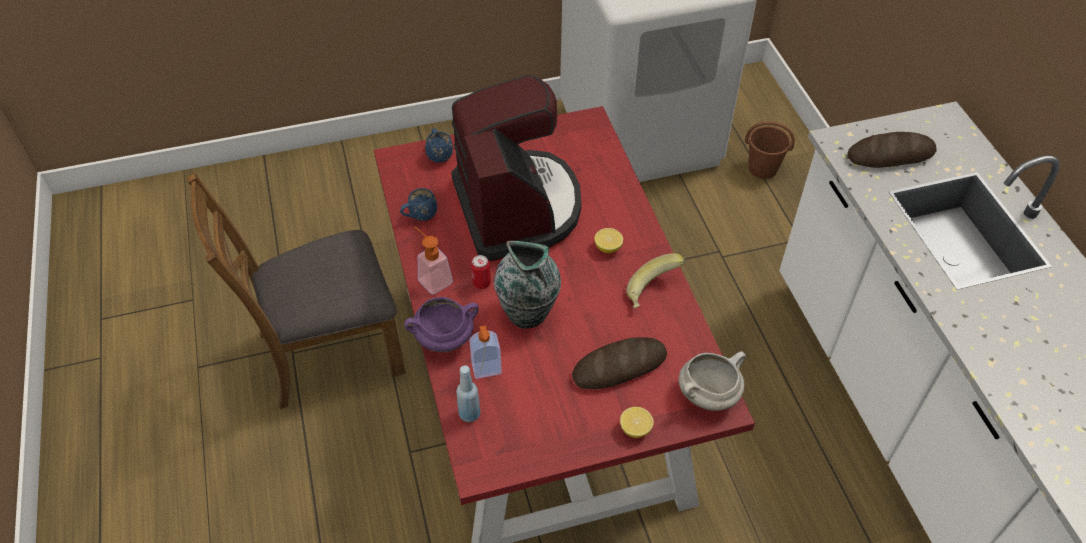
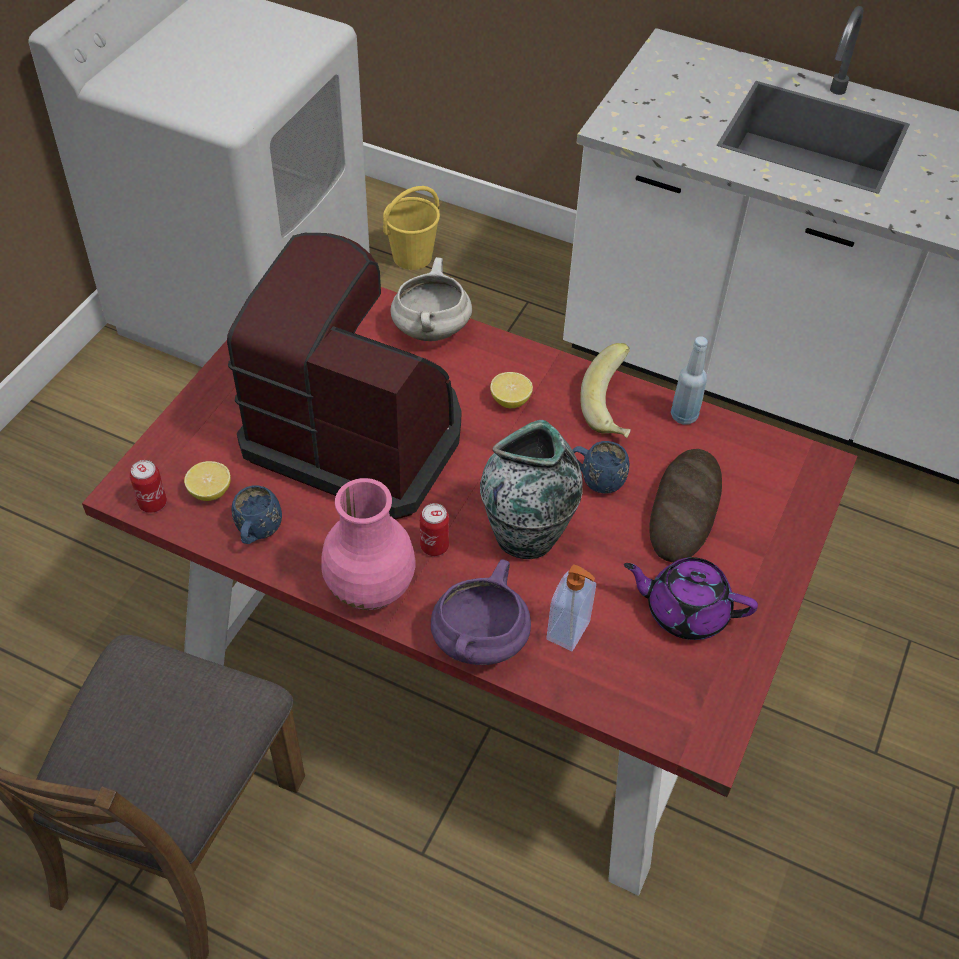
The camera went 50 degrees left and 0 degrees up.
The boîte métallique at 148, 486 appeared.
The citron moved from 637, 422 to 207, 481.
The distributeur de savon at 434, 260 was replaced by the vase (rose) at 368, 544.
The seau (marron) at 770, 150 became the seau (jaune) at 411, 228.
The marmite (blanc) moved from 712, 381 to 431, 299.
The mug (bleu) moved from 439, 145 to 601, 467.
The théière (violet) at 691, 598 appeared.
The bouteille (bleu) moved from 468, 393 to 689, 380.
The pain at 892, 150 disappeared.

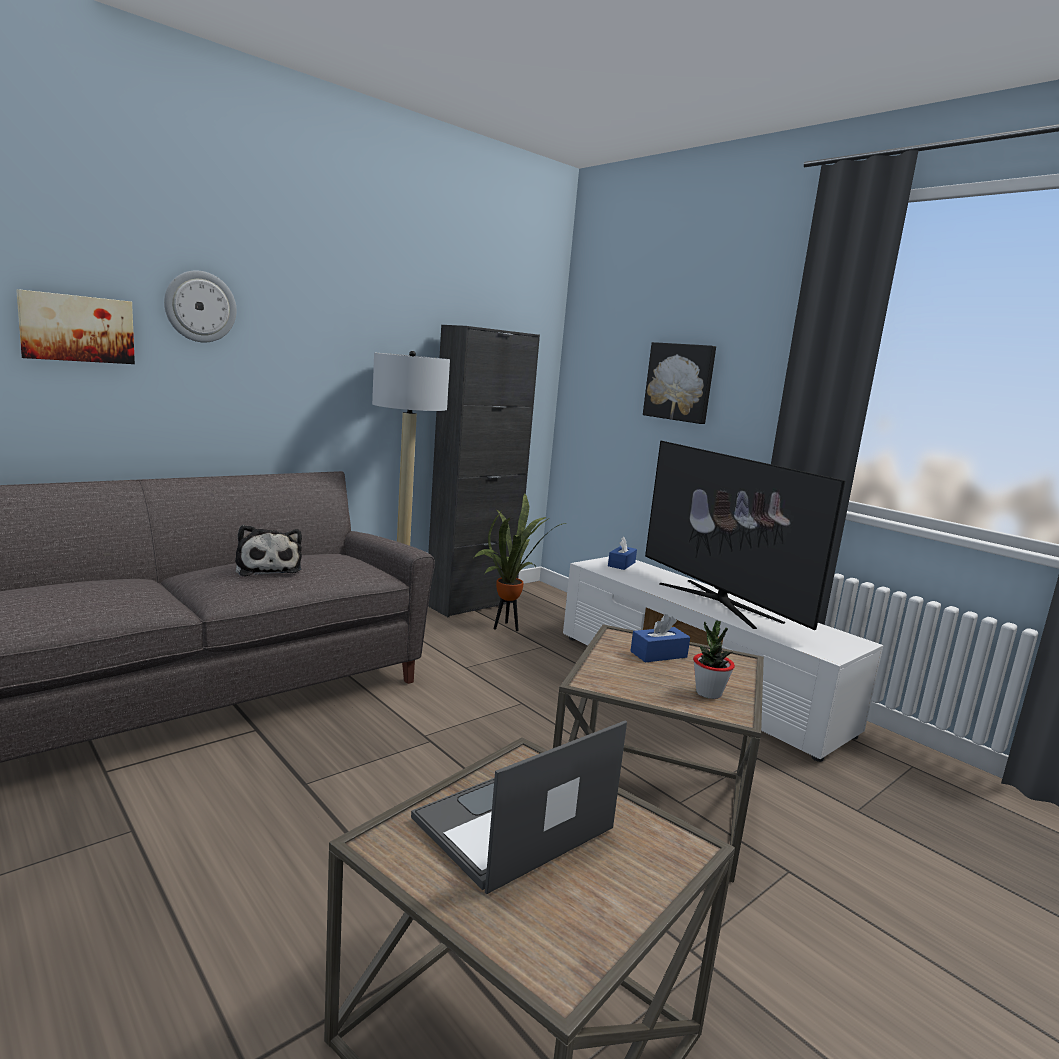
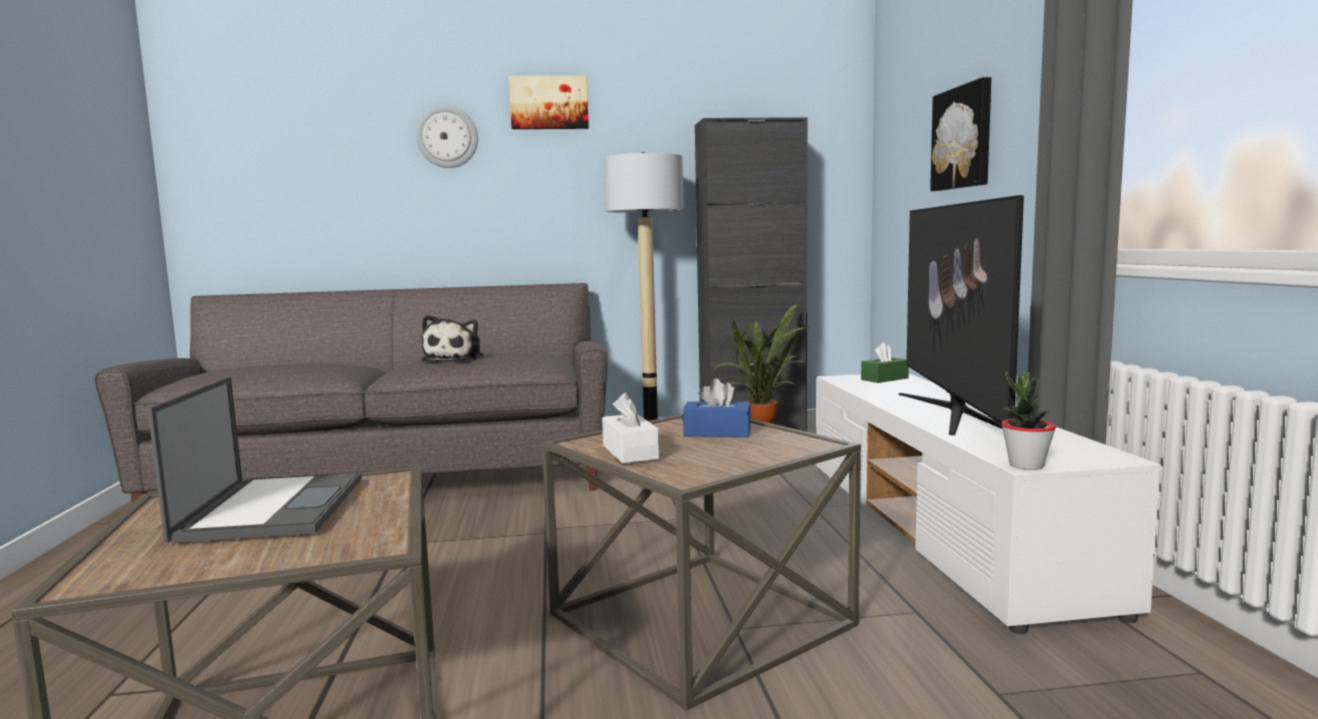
The camera went 35 degrees right and 5 degrees down.
The ordinateur portable at 519, 807 turned 90 degrees clockwise.
The tableau moved from 75, 326 to 549, 102.
The boîte à mouchoirs (blanc) at 630, 428 appeared.
The boîte à mouchoirs (bleu) at 622, 553 became the boîte à mouchoirs (vert) at 885, 362.
The plante en pot moved from 714, 659 to 1028, 421.

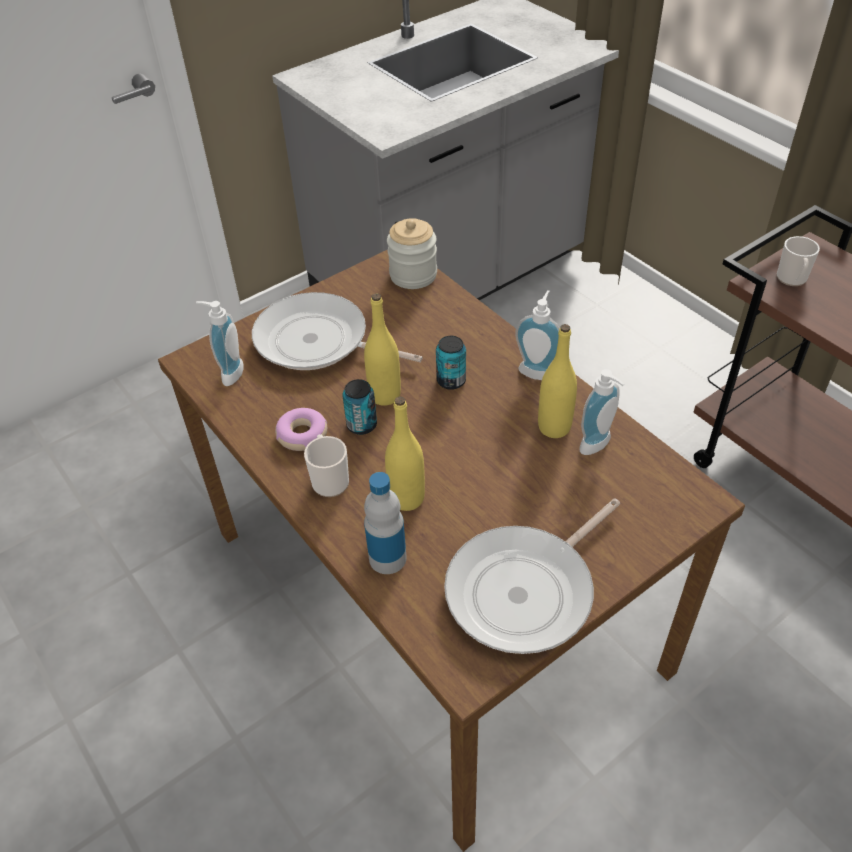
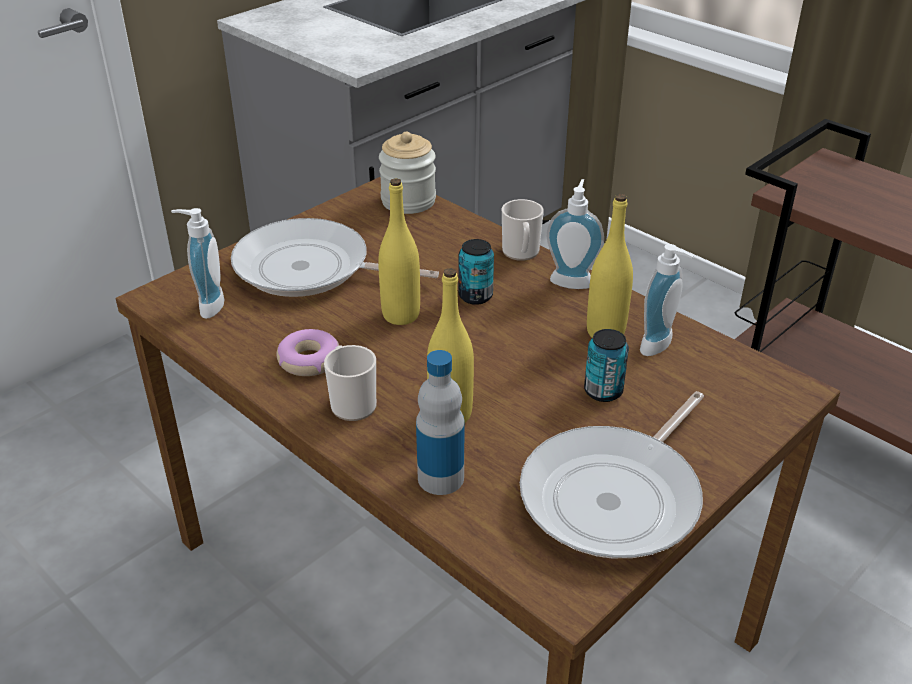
The camera went 10 degrees left and 10 degrees down.
The mug moved from 798, 261 to 523, 230.
The boîte métallique moved from 359, 407 to 606, 365.

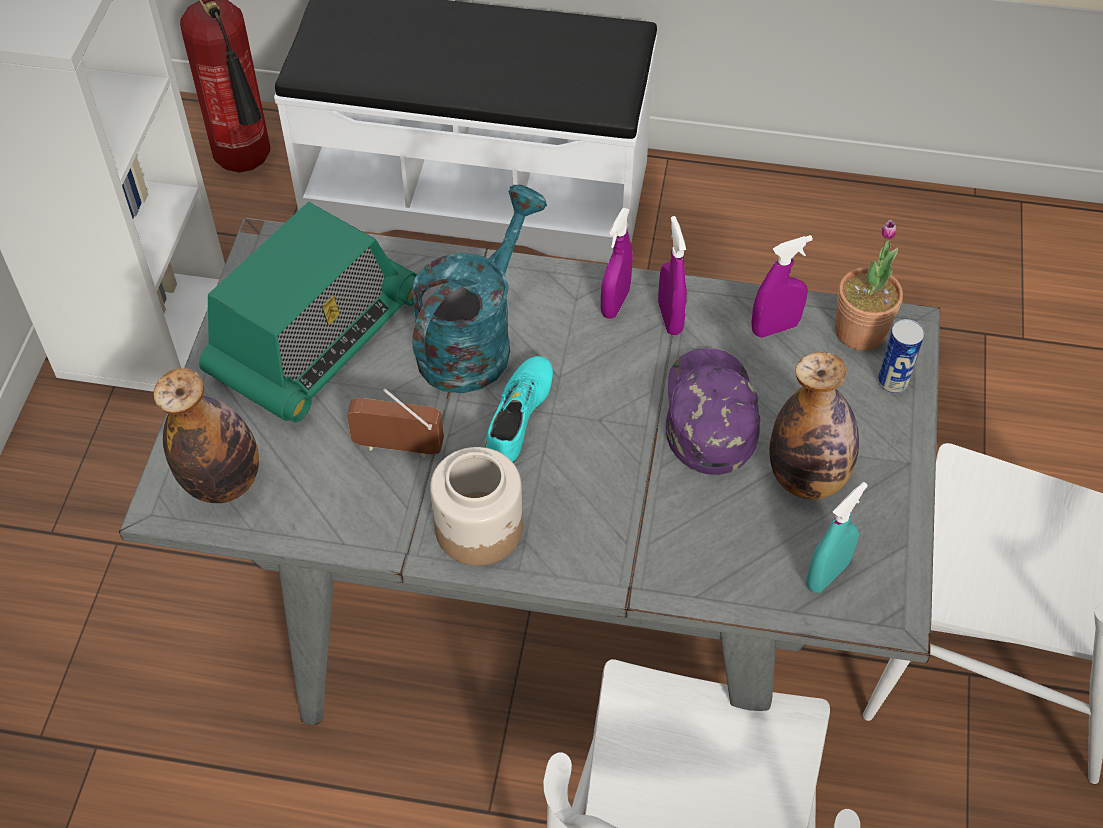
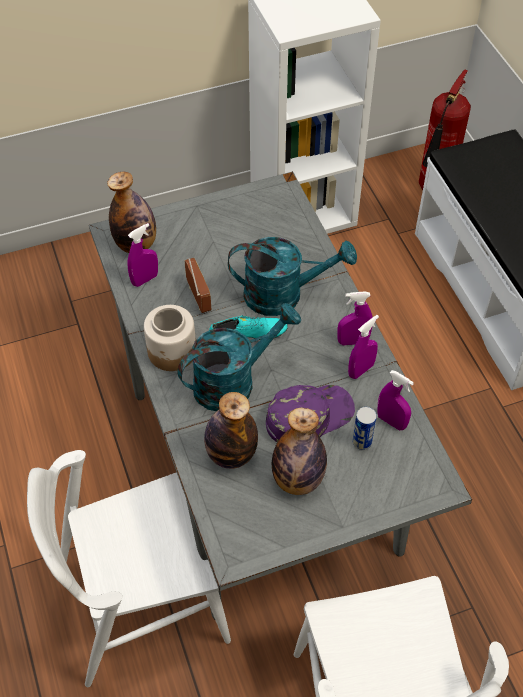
The camera went 60 degrees right and 0 degrees up.
The vaporisateur (violet) at 142, 255 appeared.
The arrosoir (turquoise) at 239, 357 appeared.
The bouteille at 231, 430 appeared.
The boîte métallique moved from 901, 356 to 365, 428.
The radio at 308, 312 disappeared.
The vaporisateur (turquoise) at 837, 537 disappeared.
The plante en pot at 869, 285 disappeared.

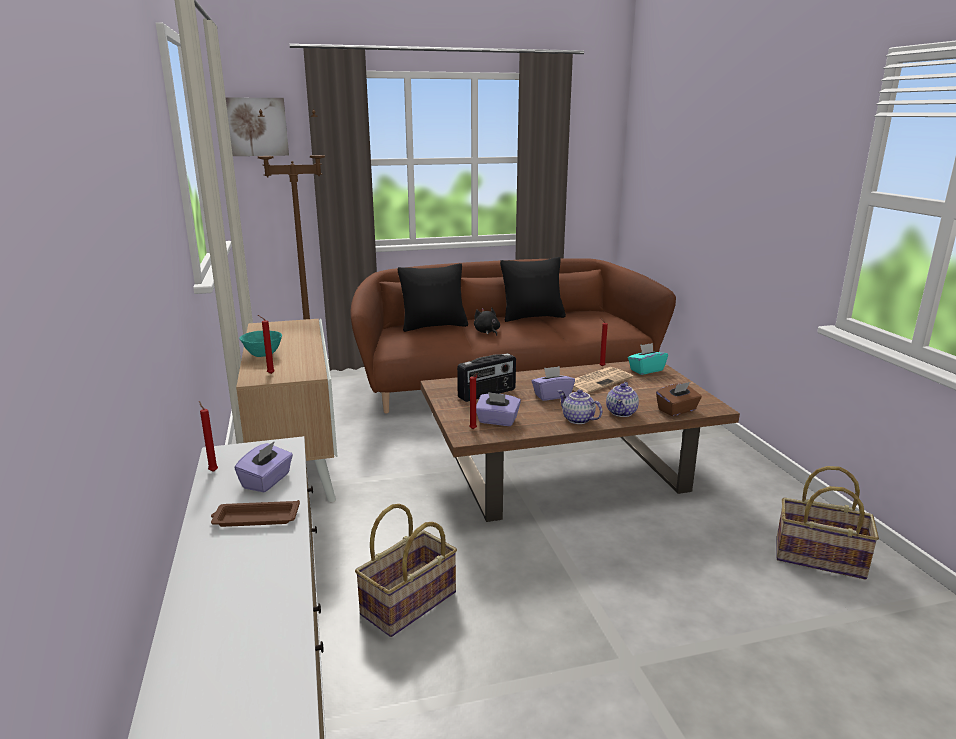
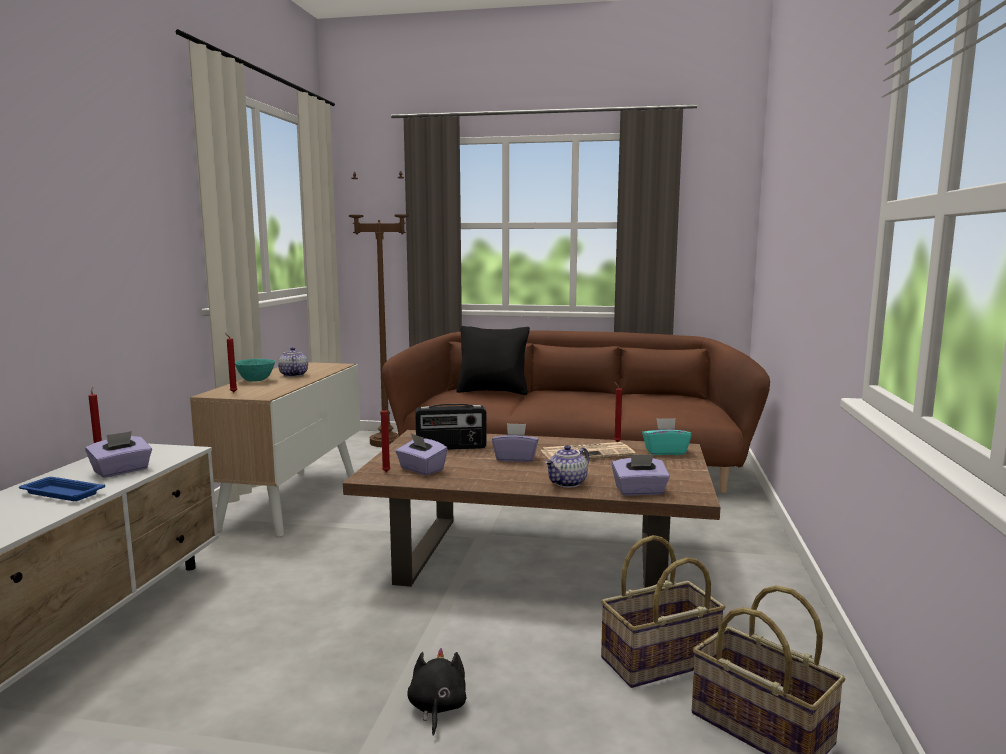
The camera went 25 degrees right and 10 degrees down.
The plateau (marron) at 255, 513 became the plateau (bleu) at 62, 489.
The théière moved from 580, 407 to 293, 362.
The peluche (noir) moved from 487, 321 to 436, 692.
The panier moved from 406, 570 to 663, 611.
The boîte à mouchoirs (marron) at 679, 399 became the boîte à mouchoirs (violet) at 641, 475.
The tableau at 257, 127 disappeared.
The coussin (noir) at 533, 289 disappeared.

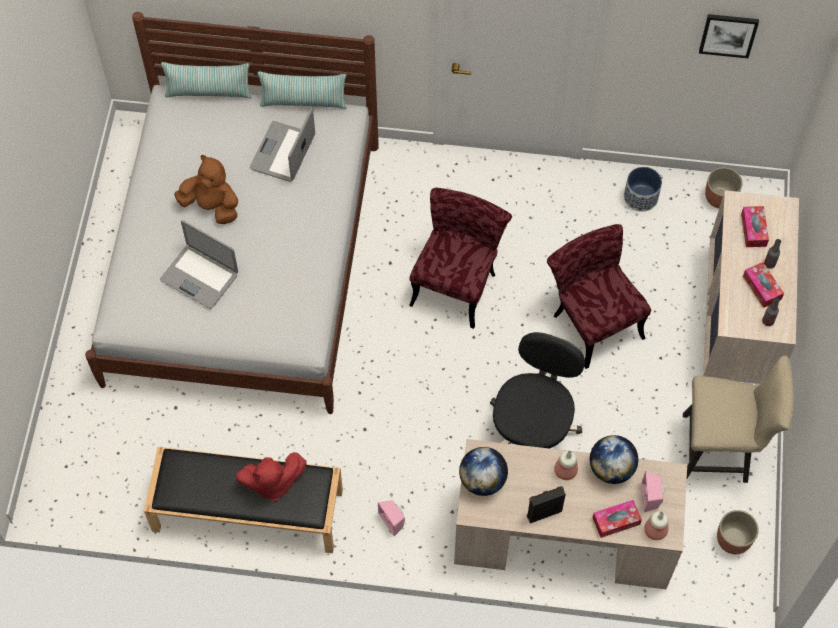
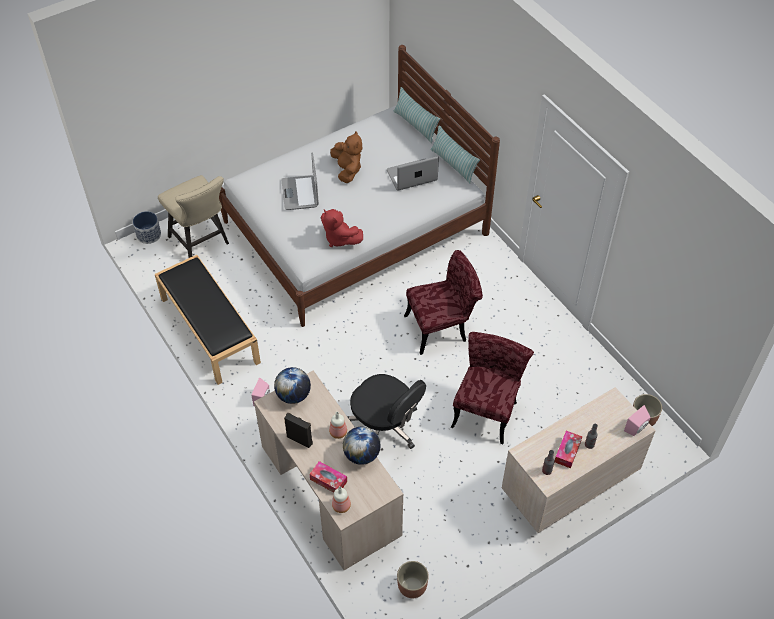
The camera went 50 degrees right and 10 degrees down.
The cache-pot moved from 643, 189 to 147, 227.
The chaise (beige) moved from 738, 419 to 193, 216.
The peluche (rouge) moved from 271, 477 to 342, 228.
The chaise de bureau (noir) at 537, 390 turned 60 degrees clockwise.
The enceinte (rose) moved from 653, 491 to 637, 420.
The tableau at 729, 36 disappeared.
The boîte à mouchoirs at 755, 226 disappeared.

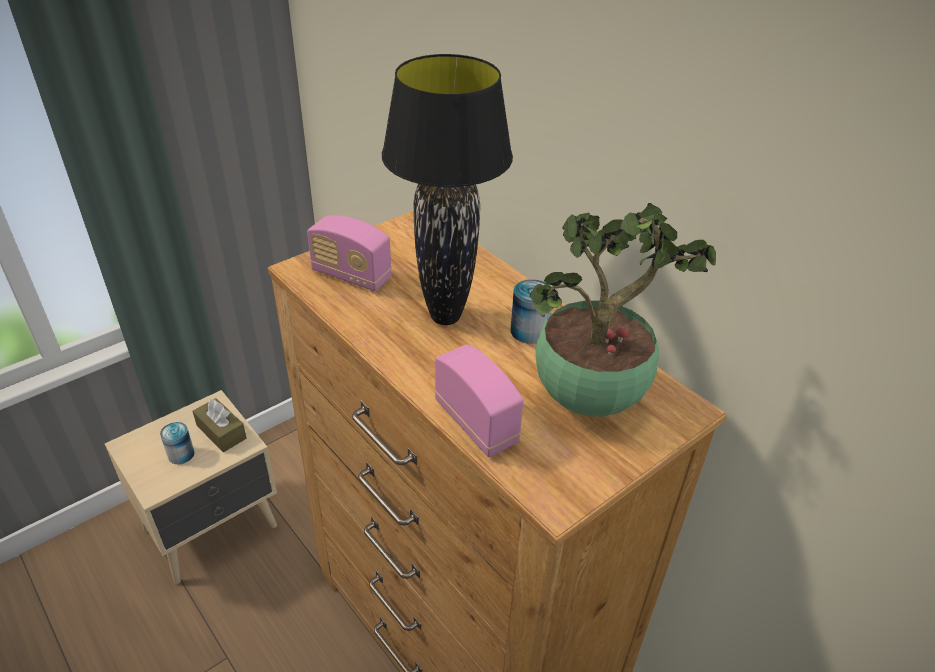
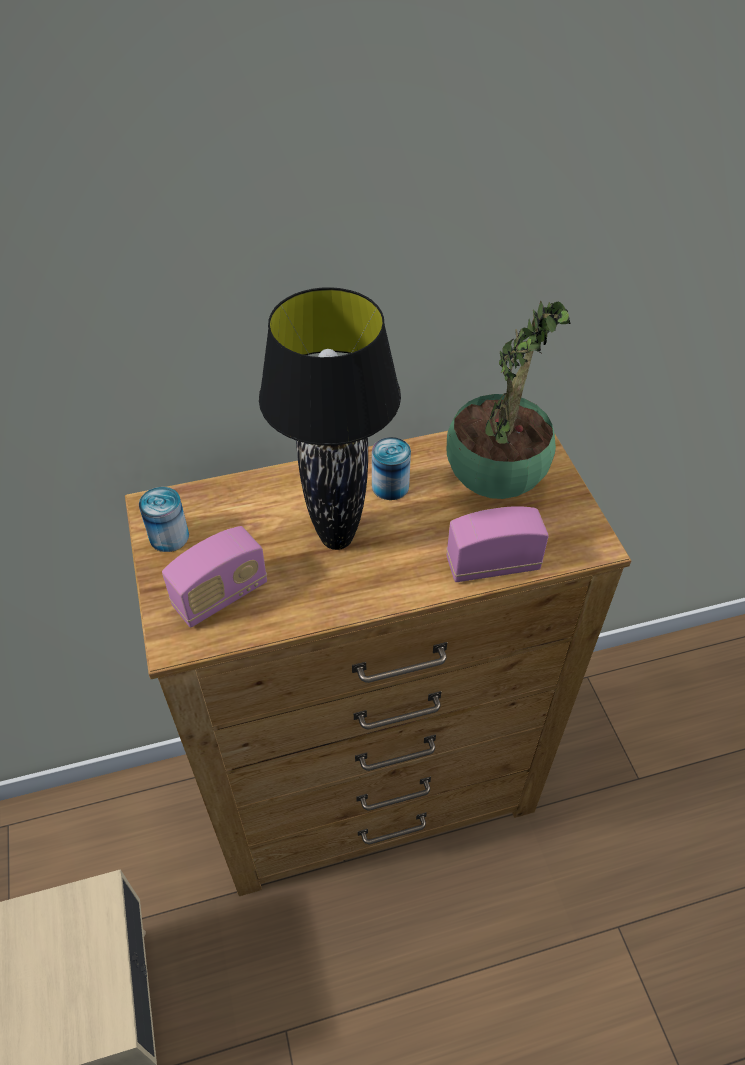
The camera went 65 degrees left and 10 degrees up.
The boîte métallique moved from 177, 443 to 164, 519.
The boîte à mouchoirs (marron) at 219, 425 disappeared.

